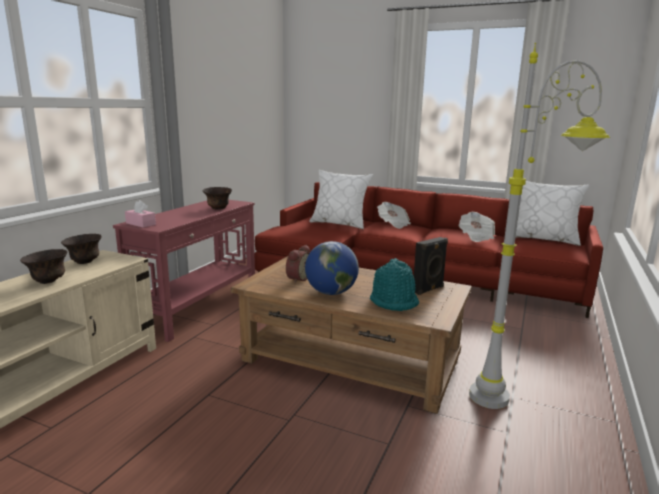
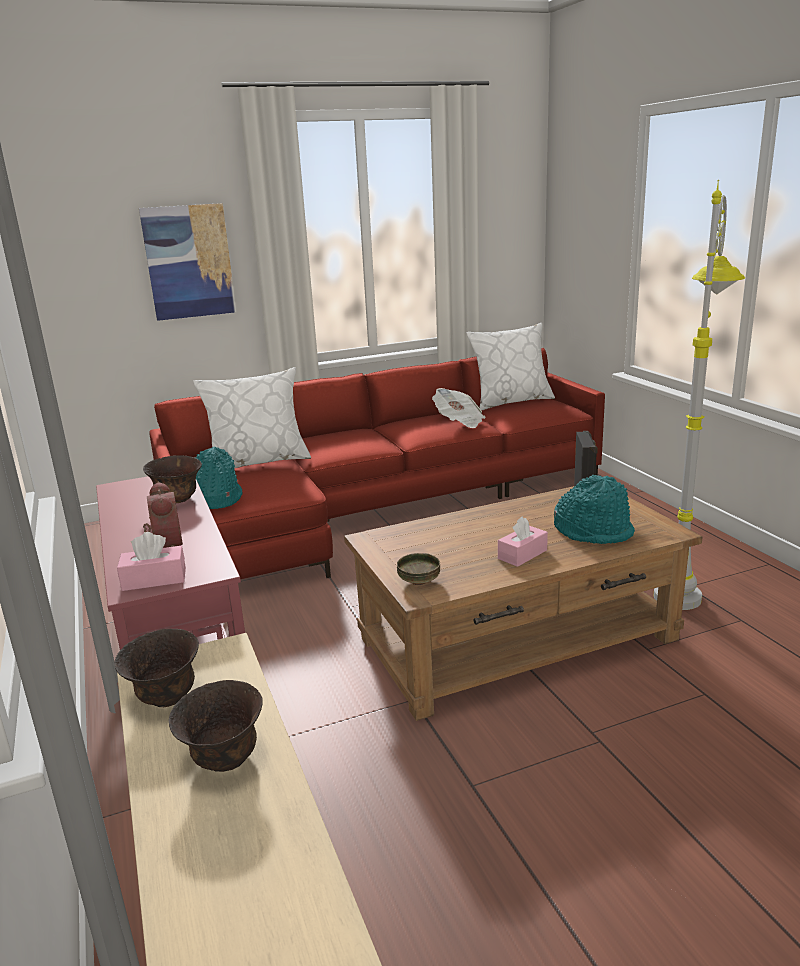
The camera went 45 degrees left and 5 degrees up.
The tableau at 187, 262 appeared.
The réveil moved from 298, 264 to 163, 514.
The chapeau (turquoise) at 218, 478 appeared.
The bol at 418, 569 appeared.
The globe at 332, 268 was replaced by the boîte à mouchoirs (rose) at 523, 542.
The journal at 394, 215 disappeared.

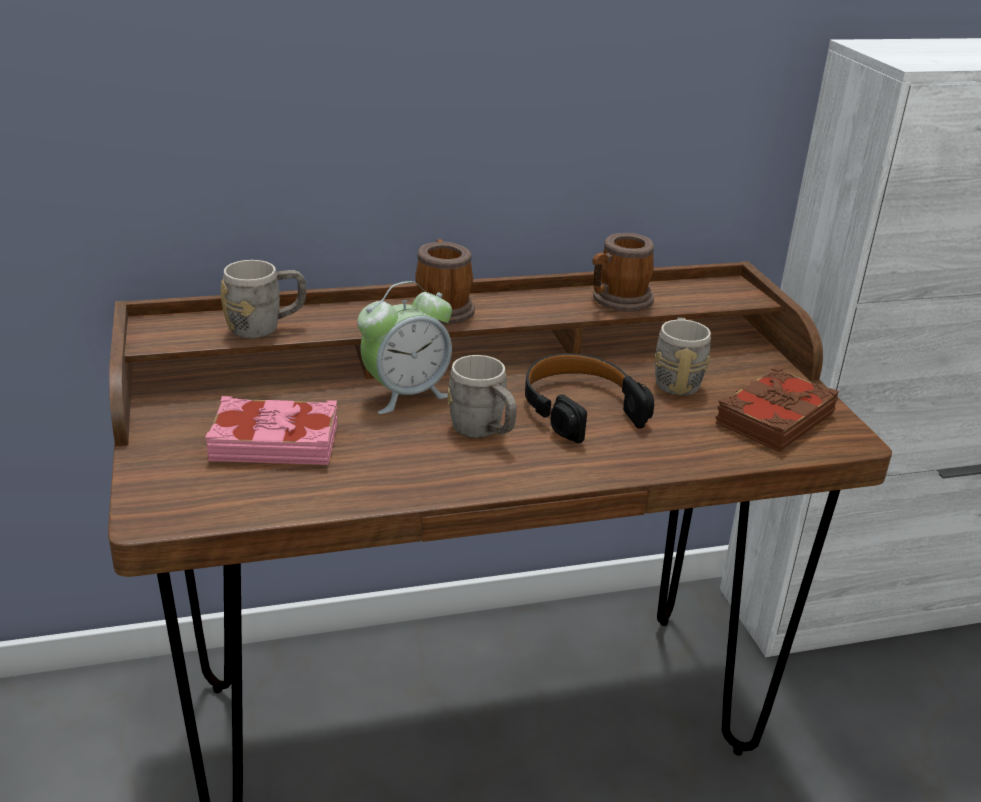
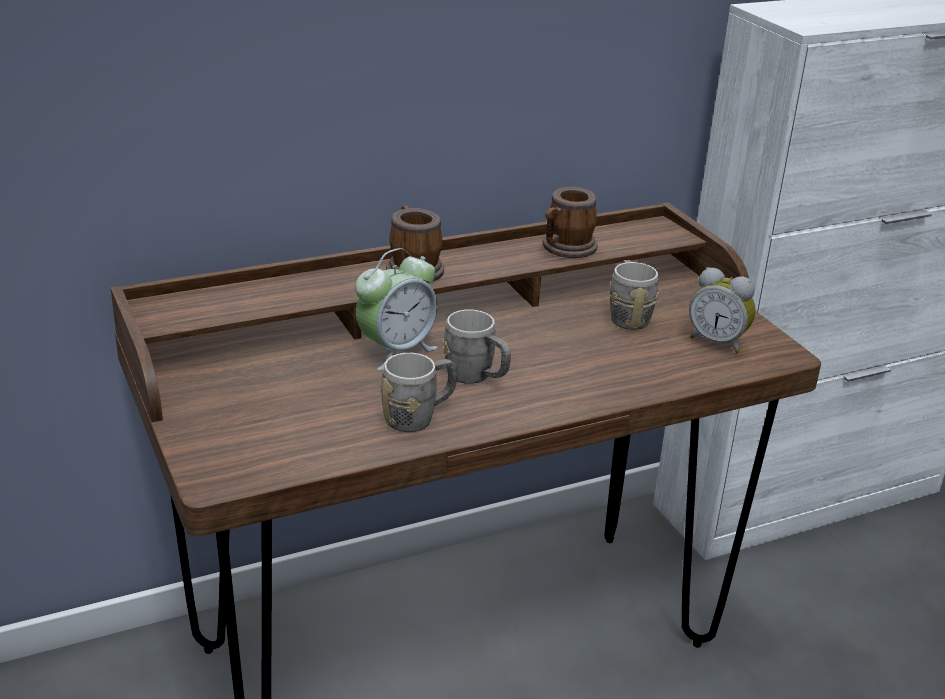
The camera went 10 degrees left and 0 degrees up.
The mug (gris) moved from 263, 299 to 419, 392.
The livre (marron) at 777, 409 was replaced by the réveil at 722, 310.
The livre (rose) at 271, 430 disappeared.
The casque audio (noir) at 589, 398 disappeared.

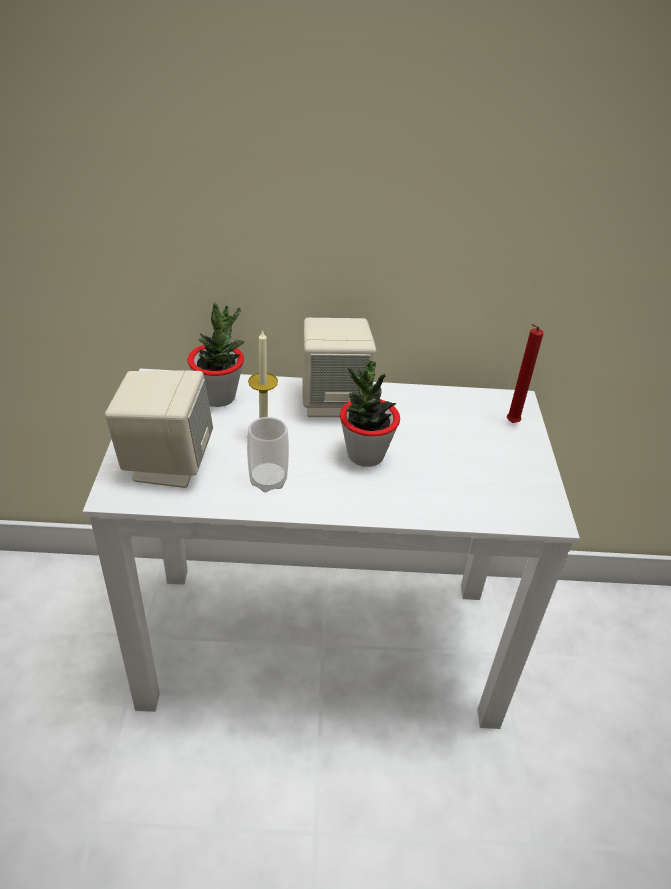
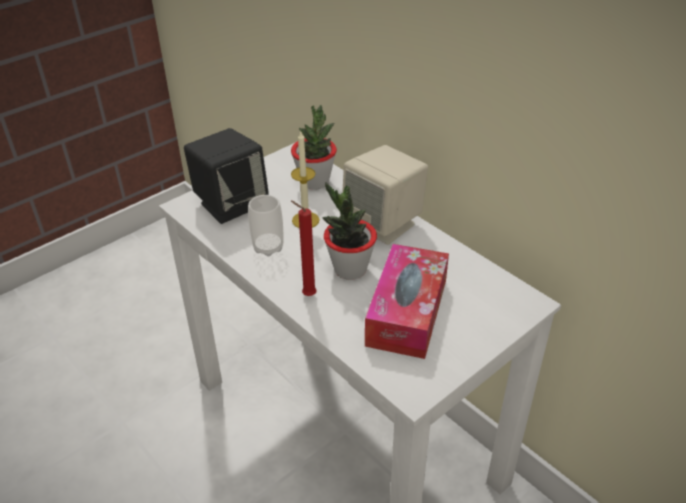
The camera went 50 degrees right and 0 degrees up.
The enceinte (beige) at 159, 429 became the enceinte (noir) at 226, 176.
The bougie (rouge) moved from 525, 373 to 304, 248.
The boîte à mouchoirs at 407, 301 appeared.

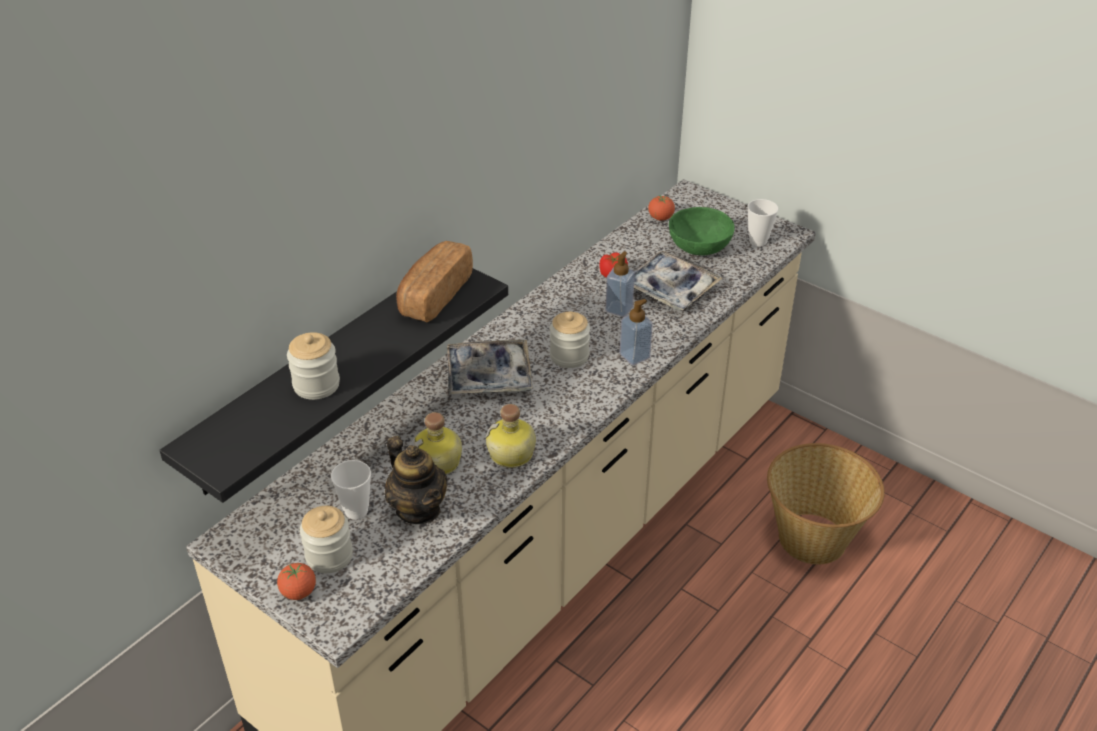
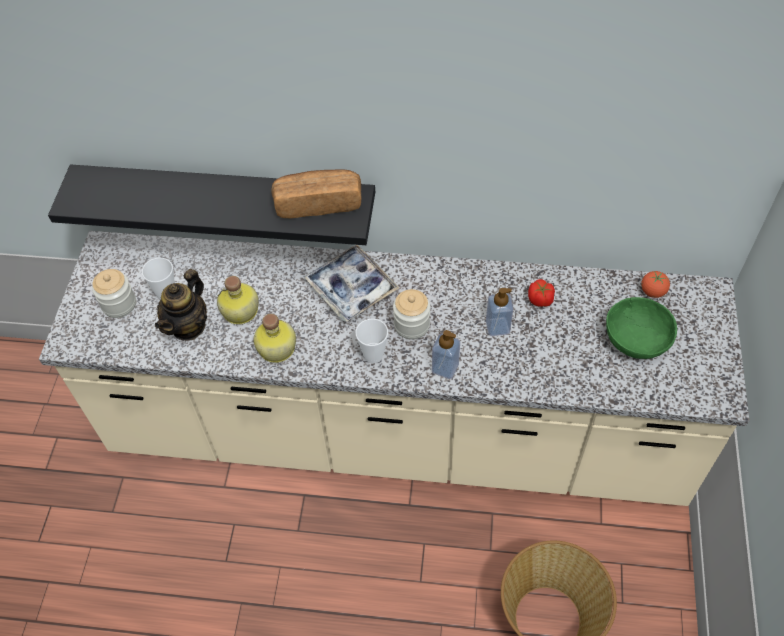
The camera went 60 degrees right and 15 degrees up.
The tasse moved from 762, 223 to 371, 341.
The tomate at 296, 581 disappeared.
The bocal at 313, 366 disappeared.
The plateau at 678, 281 disappeared.

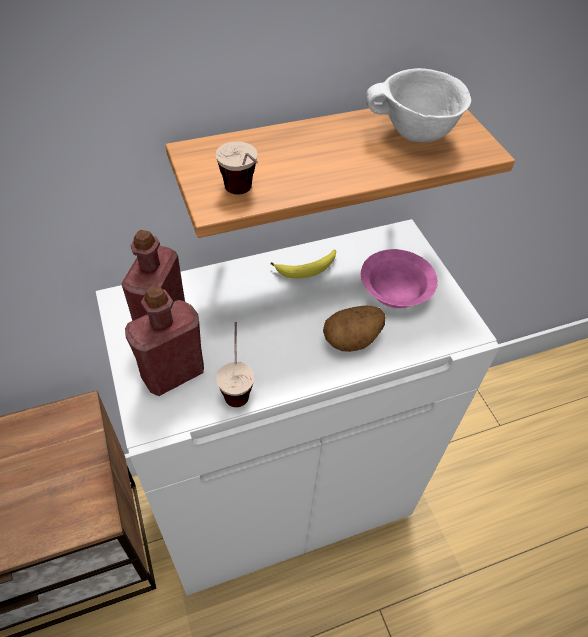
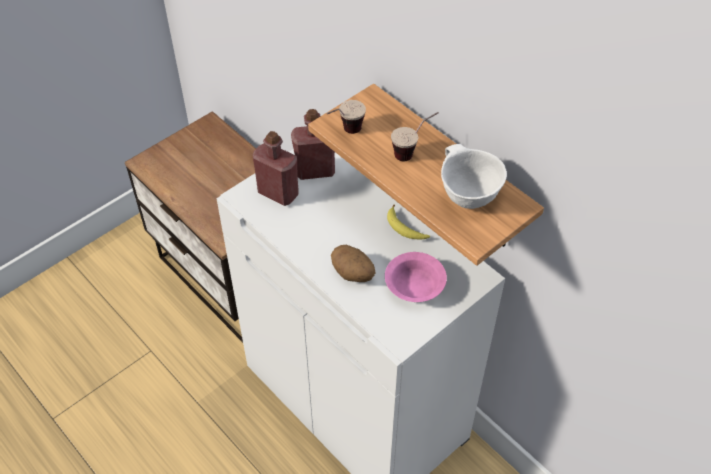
The camera went 70 degrees right and 0 degrees up.
The tasse moved from 235, 364 to 415, 136.

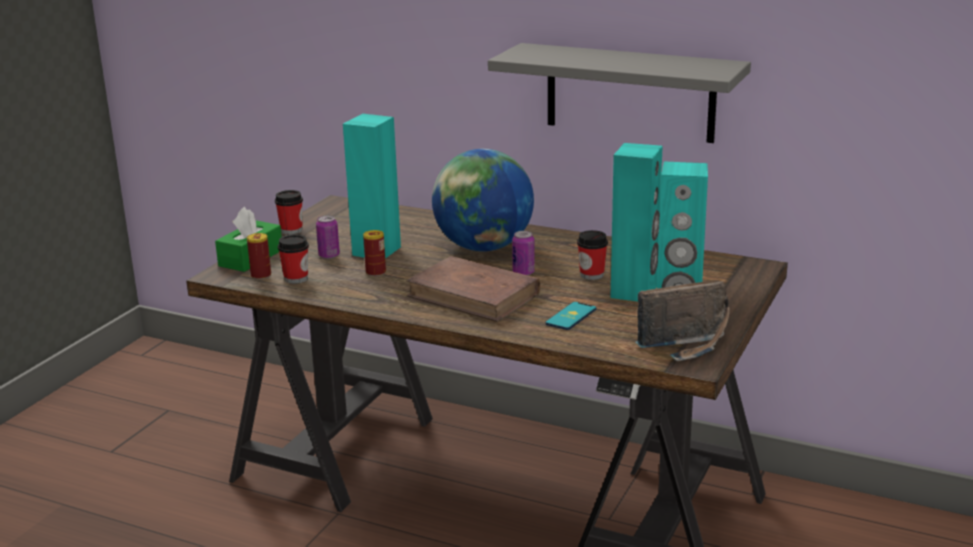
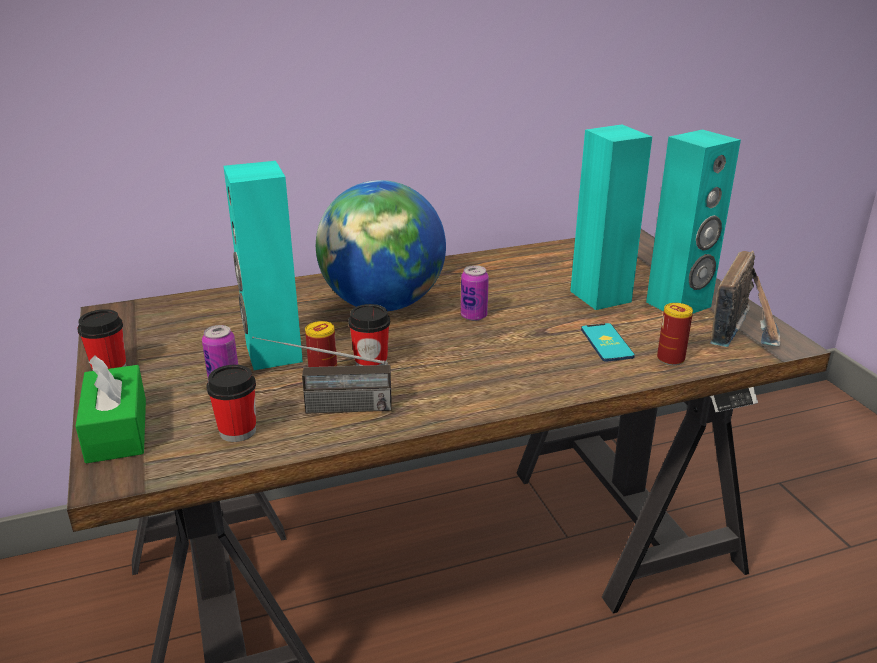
The camera went 45 degrees left and 5 degrees up.
The radio at 322, 375 appeared.
The tasse moved from 592, 255 to 369, 335.
The boîte métallique moved from 259, 256 to 675, 334.
The livre (marron) at 473, 289 disappeared.
The étagère (gris) at 619, 93 disappeared.

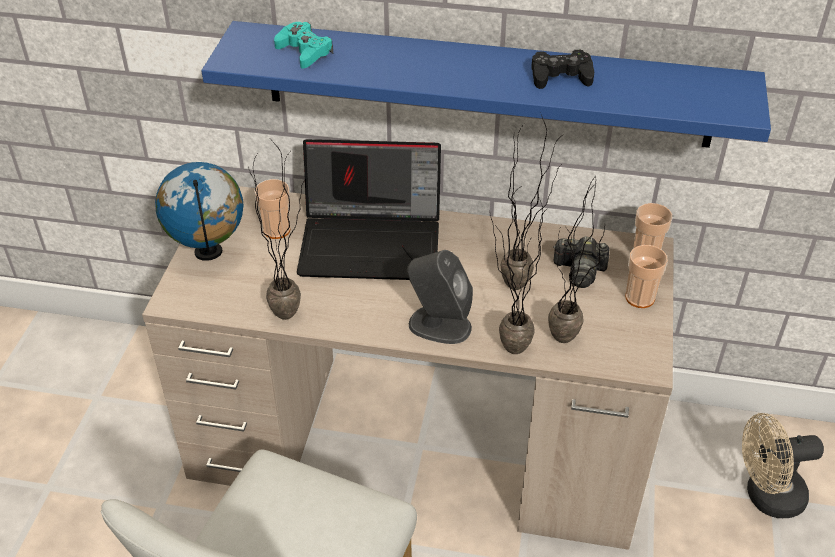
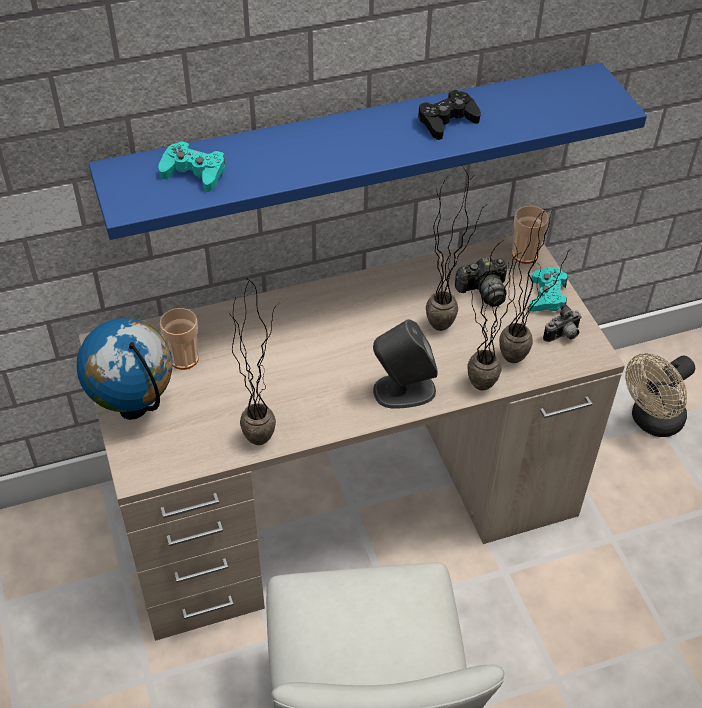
The camera went 30 degrees left and 5 degrees up.
The tasse at 646, 276 was replaced by the manette (turquoise) at 548, 290.
The appareil photo at 562, 323 appeared.
The ordinateur portable at 369, 209 disappeared.

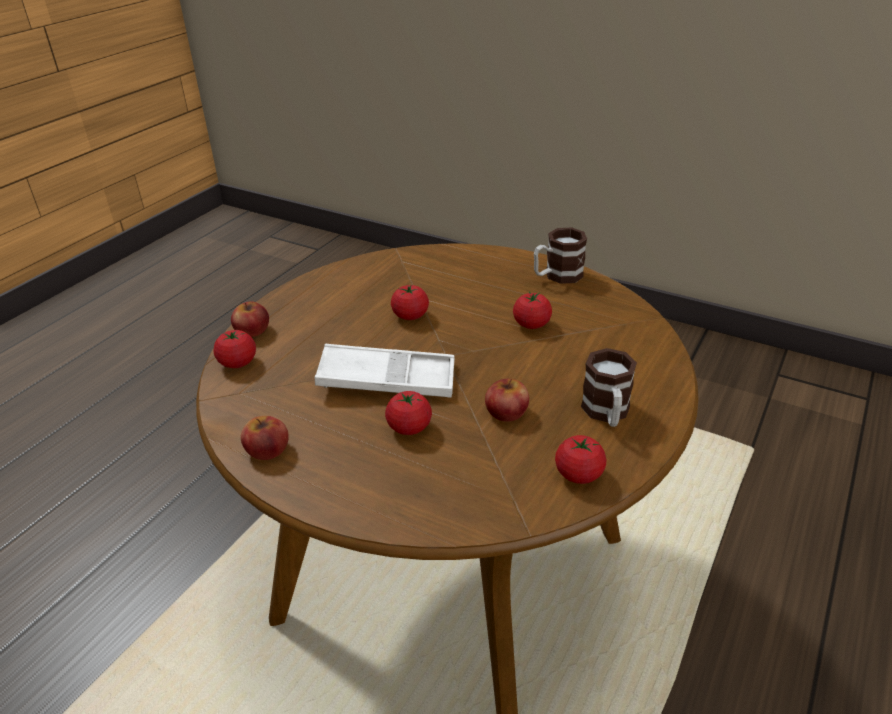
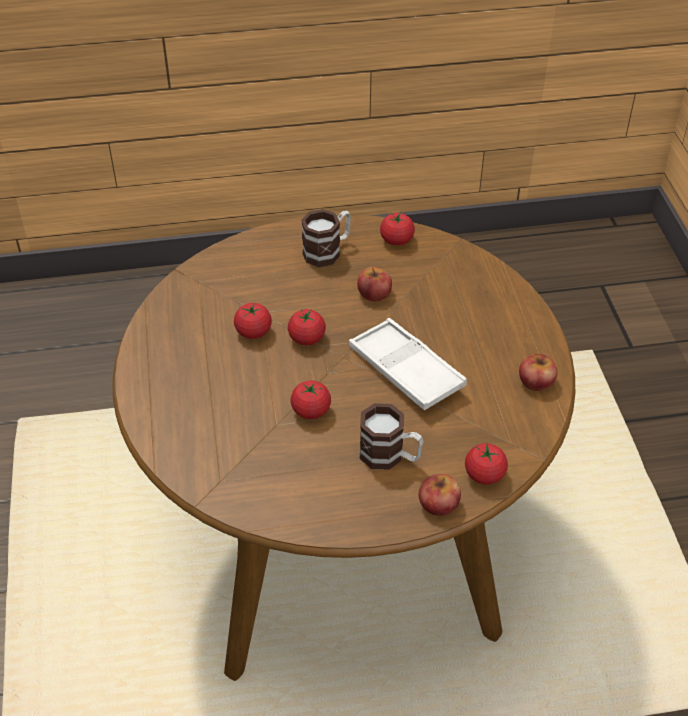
The camera went 130 degrees left and 10 degrees up.
The tomate moved from 408, 413 to 307, 327.
The mug moved from 560, 256 to 392, 436.

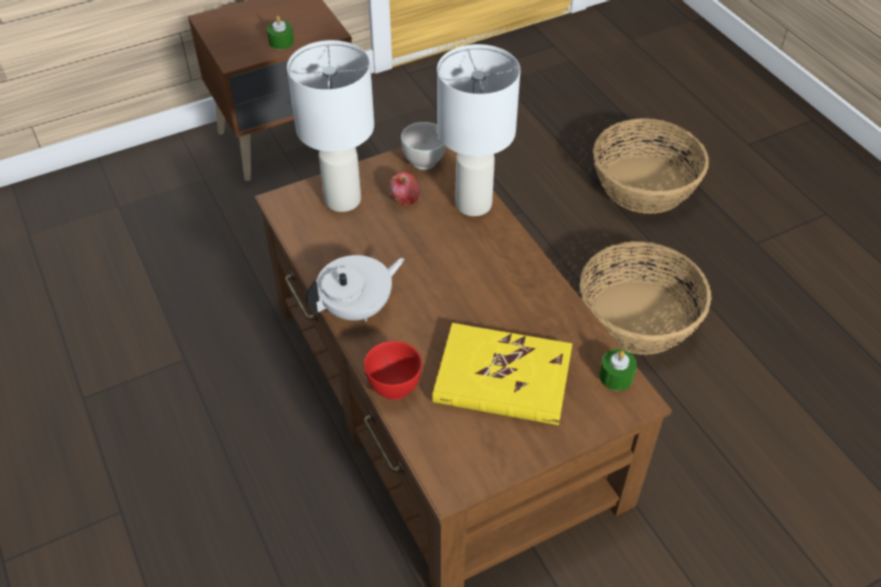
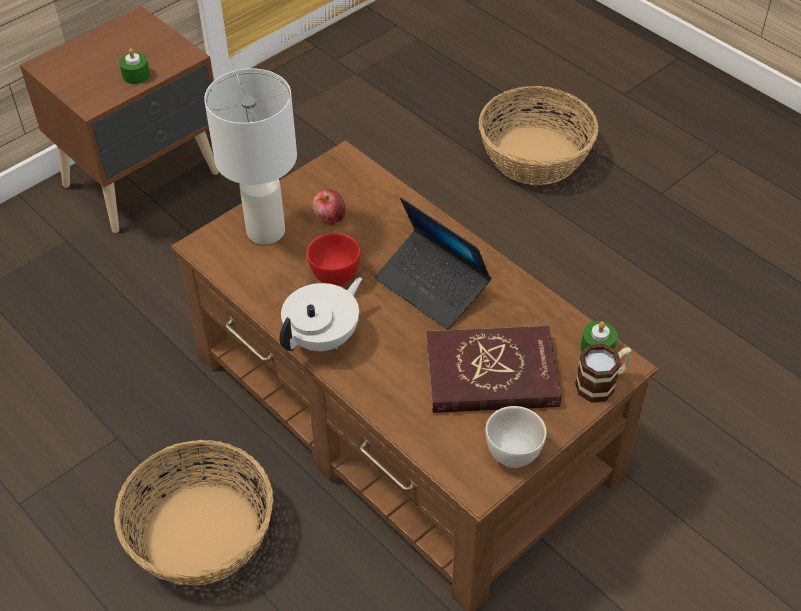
The camera went 15 degrees left and 0 degrees up.
The panier moved from 646, 298 to 194, 513.
The bol (rouge) moved from 393, 370 to 333, 260.
The ordinateur portable at 433, 263 appeared.
The livre (jaune) at 502, 374 became the livre (rouge) at 493, 369.
The bol (blanc) moved from 423, 146 to 516, 437.
The mug at 603, 373 appeared.
The lampe de table (blanc) at 478, 130 disappeared.

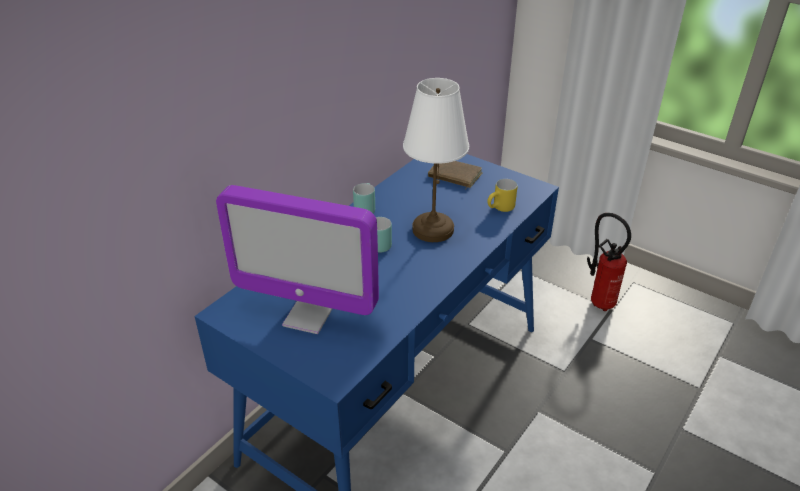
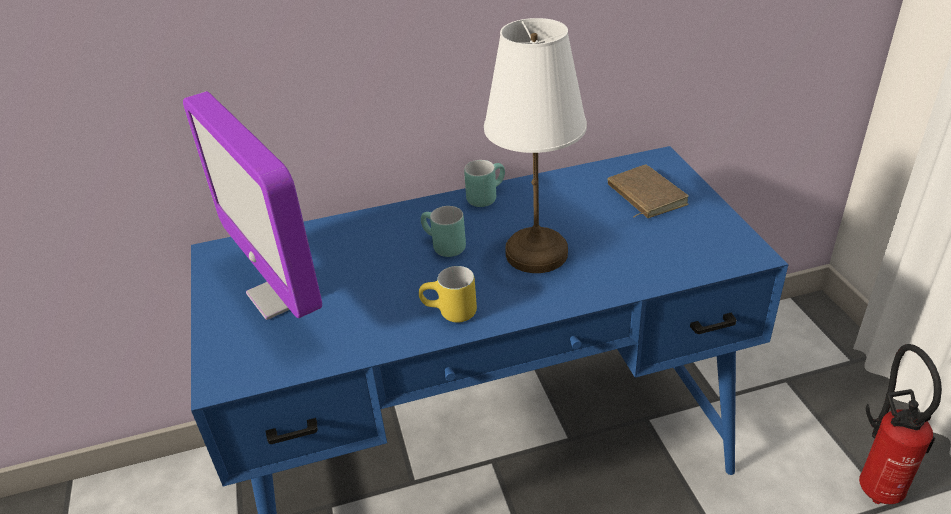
The camera went 40 degrees right and 0 degrees up.
The mug (jaune) moved from 502, 195 to 448, 294.

